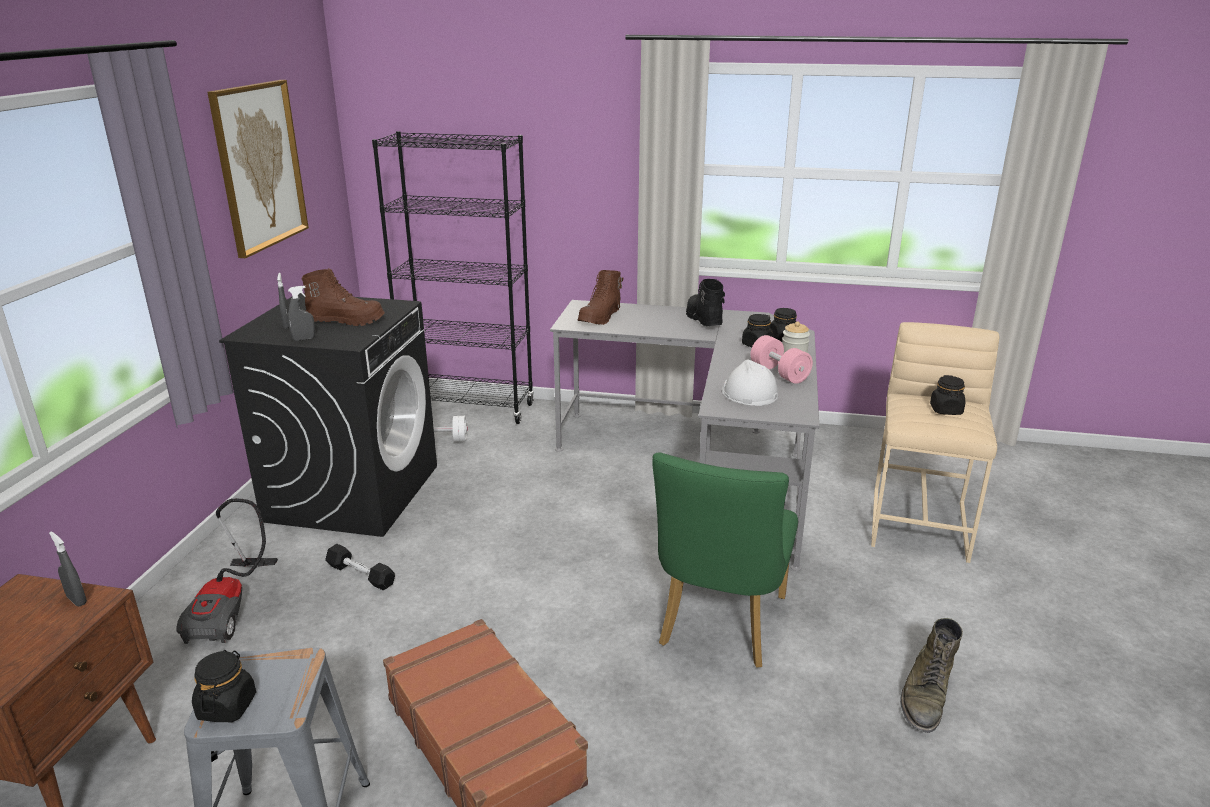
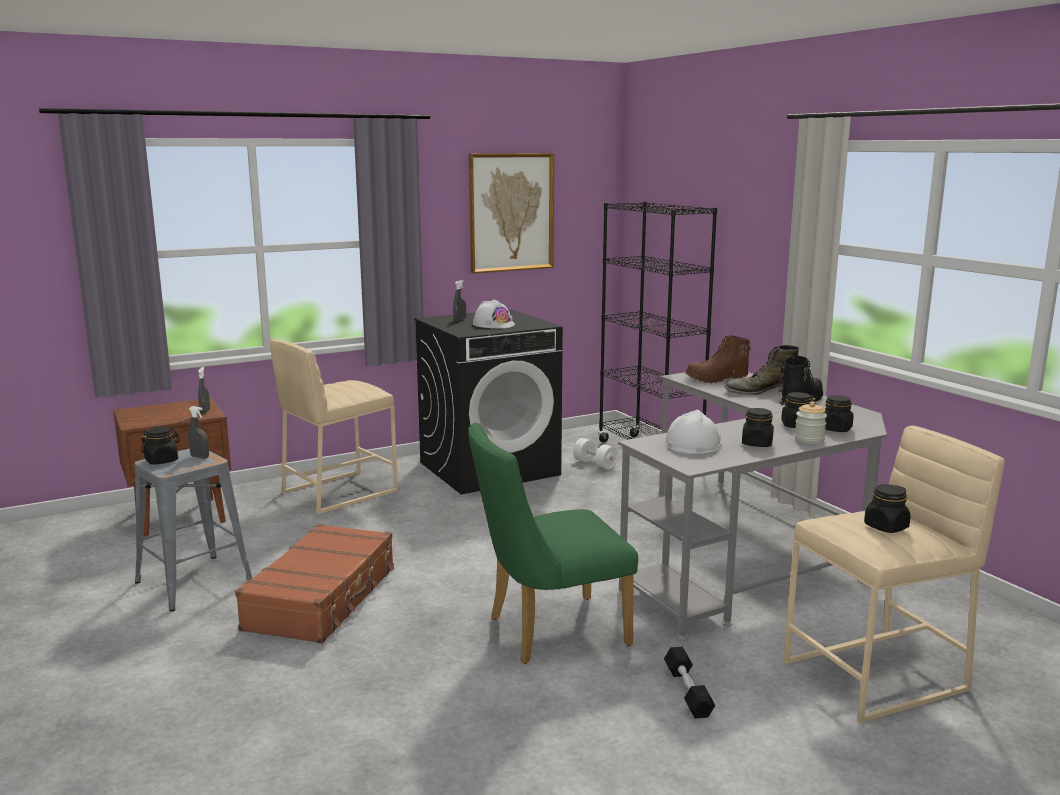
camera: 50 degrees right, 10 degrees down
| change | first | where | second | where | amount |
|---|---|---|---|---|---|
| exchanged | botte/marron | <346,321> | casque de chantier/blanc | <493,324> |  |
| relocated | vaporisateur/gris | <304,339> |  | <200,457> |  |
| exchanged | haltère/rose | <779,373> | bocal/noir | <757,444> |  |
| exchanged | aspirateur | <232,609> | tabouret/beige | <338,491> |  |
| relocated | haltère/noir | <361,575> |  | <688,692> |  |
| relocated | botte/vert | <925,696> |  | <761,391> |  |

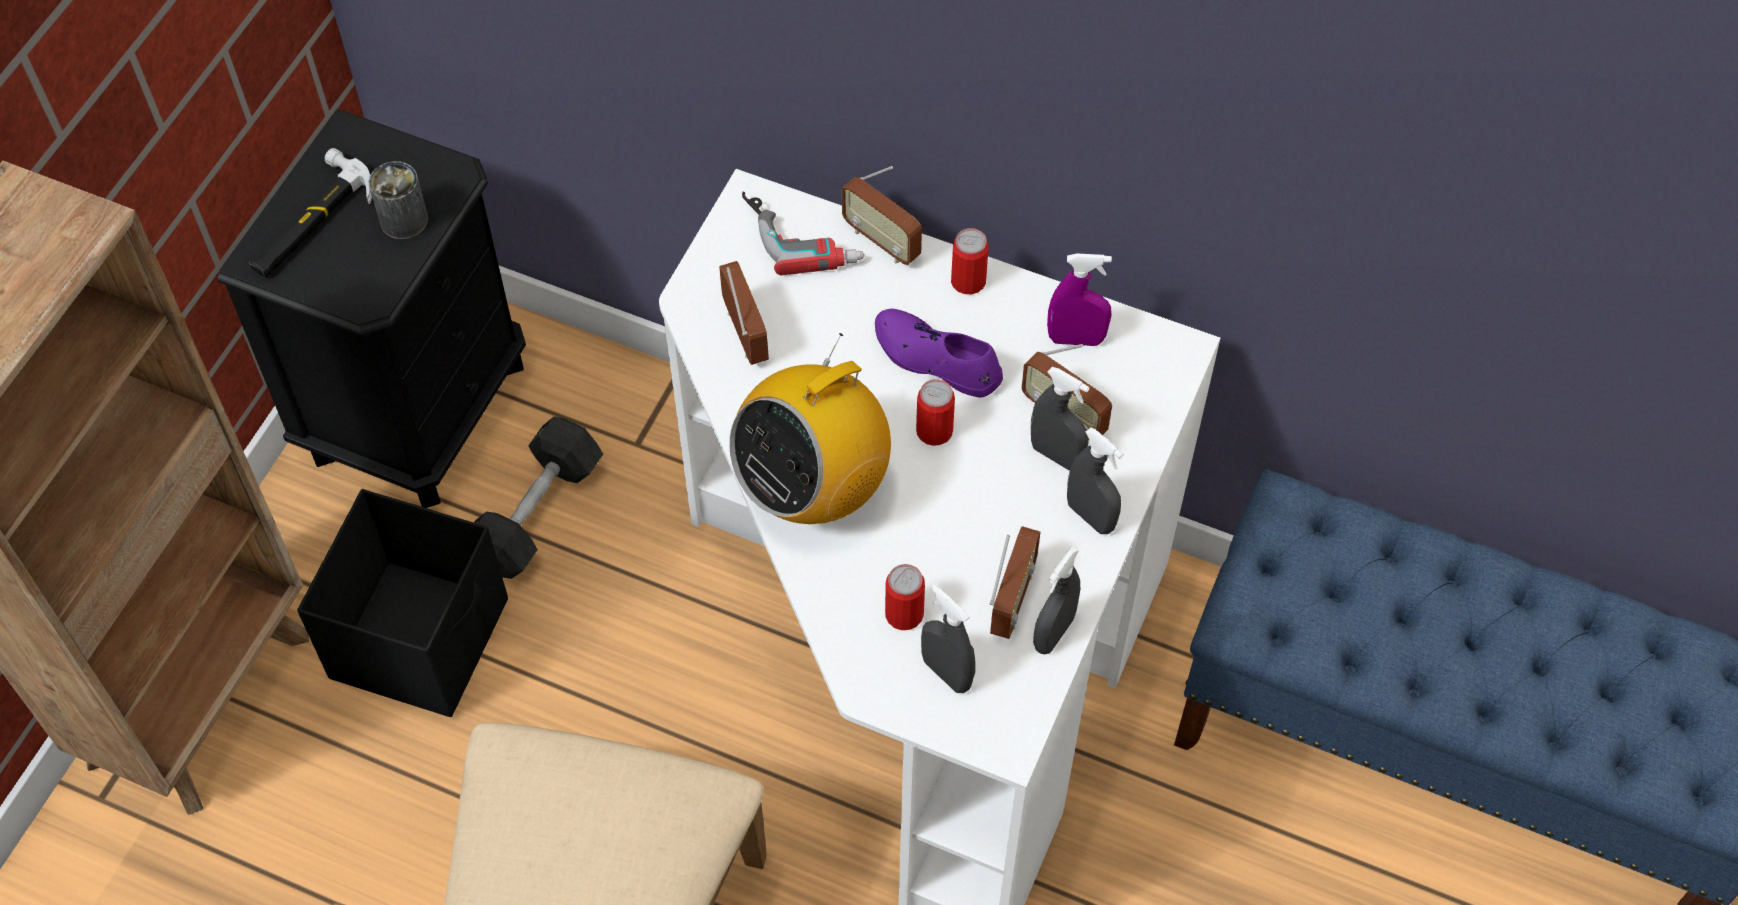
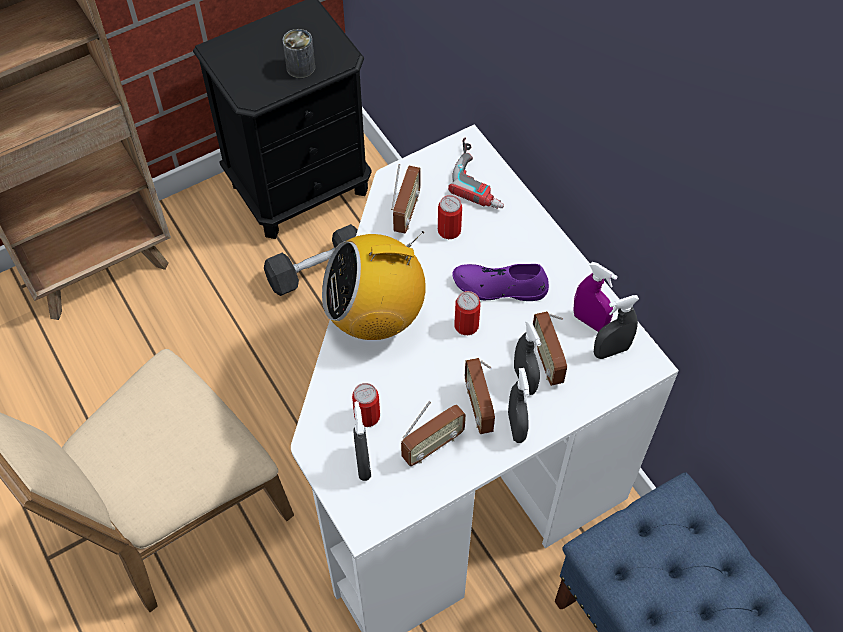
camera: 35 degrees right, 0 degrees up
| change | first | where | second | where | amount |
|---|---|---|---|---|---|
| missing | marteau | <310,221> |  |  |  |
| relocated | radio | <882,241> |  | <479,407> |  |
| relocated | boîte métallique | <968,281> |  | <449,230> |  |
| spun | chaussure/violet | <936,359> |  | <499,287> | 60 degrees counterclockwise |
| missing | boîte de rangement/noir | <422,637> |  |  |  |
| relocated | vaporisateur/gris | <1053,633> |  | <611,351> |  |

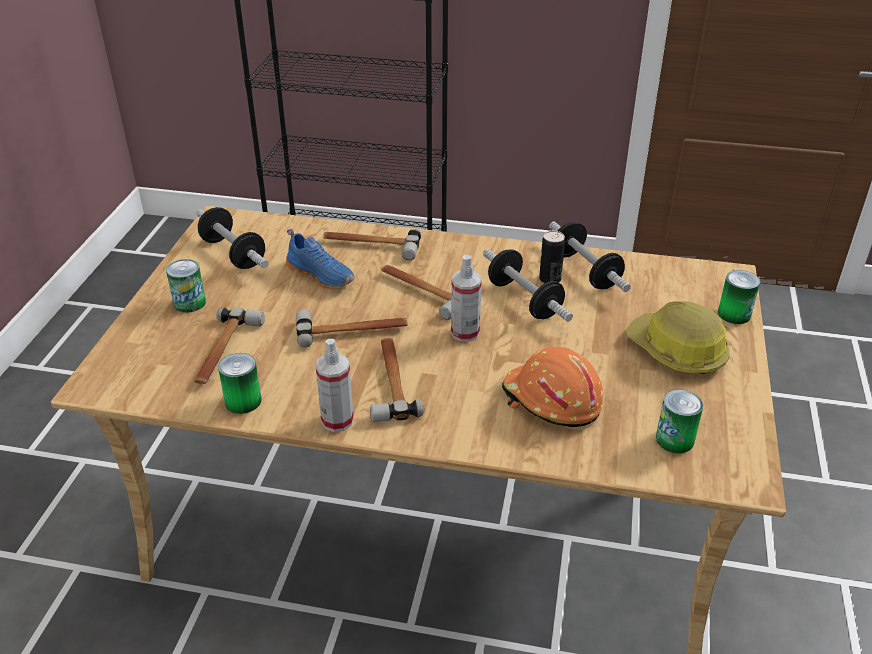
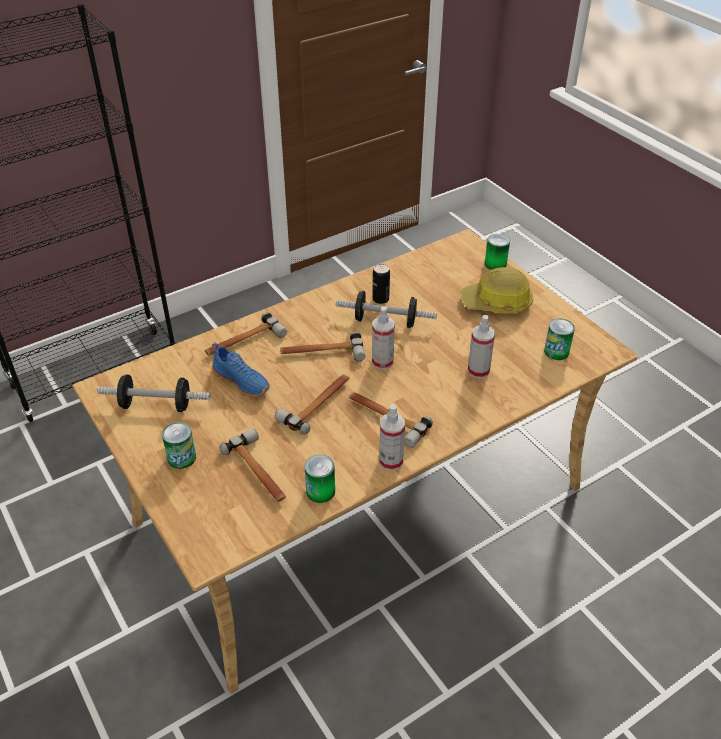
camera: 45 degrees left, 5 degrees up
| change | first | where | second | where | amount |
|---|---|---|---|---|---|
| missing | haltère | <585,271> |  |  |  |
| spun | chaussure/bleu | <322,274> |  | <242,381> | 45 degrees clockwise |
| exchanged | casque de chantier/orange | <551,401> | vaporisateur | <478,371> |  |

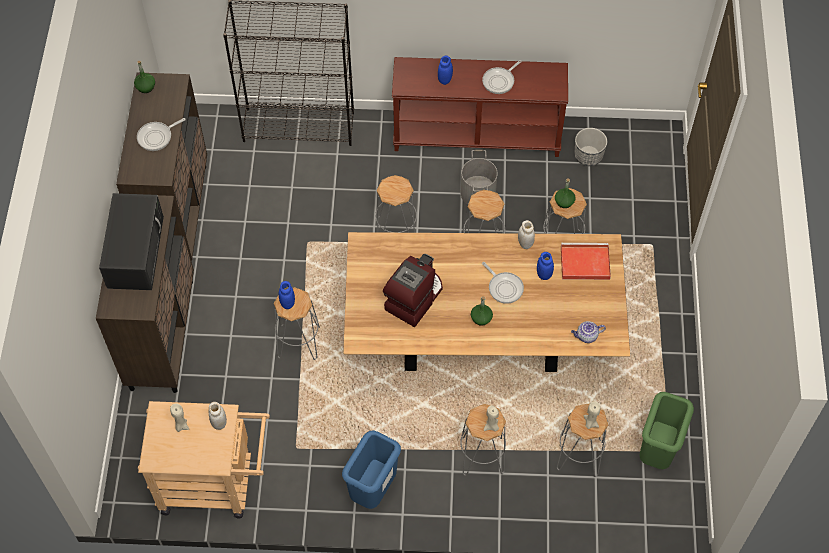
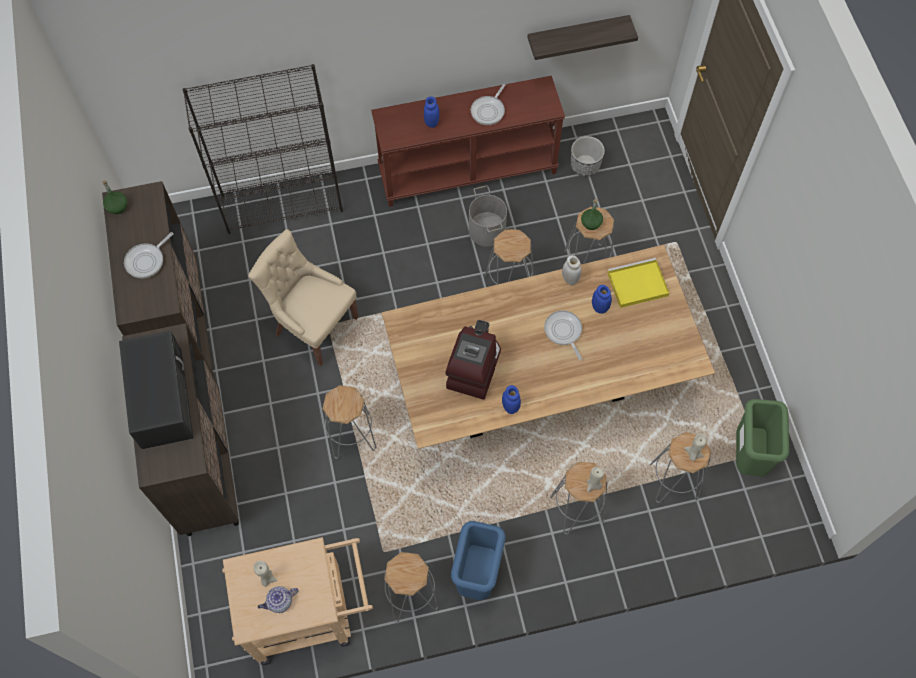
camera: 15 degrees left, 5 degrees up
| change | first | where | second | where | amount |
|---|---|---|---|---|---|
| relocated | tabouret/gris | <396,232> |  | <411,594> |  |
| colour | plateau/rouge | <583,263> | plateau/jaune | <636,285> |  |
| spun | poêle | <504,287> |  | <563,332> | 150 degrees counterclockwise |
| relocated | bocal/bleu | <287,303> |  | <510,406> |  |
| missing | bouteille/vert | <481,318> |  |  |  |
| relocated | théière | <586,336> |  | <280,602> |  |
| missing | bocal/blanc | <219,423> |  |  |  |
| appeared |  |  | étagère | <577,35> |  |
| appeared |  |  | chaise/beige | <314,326> |  |

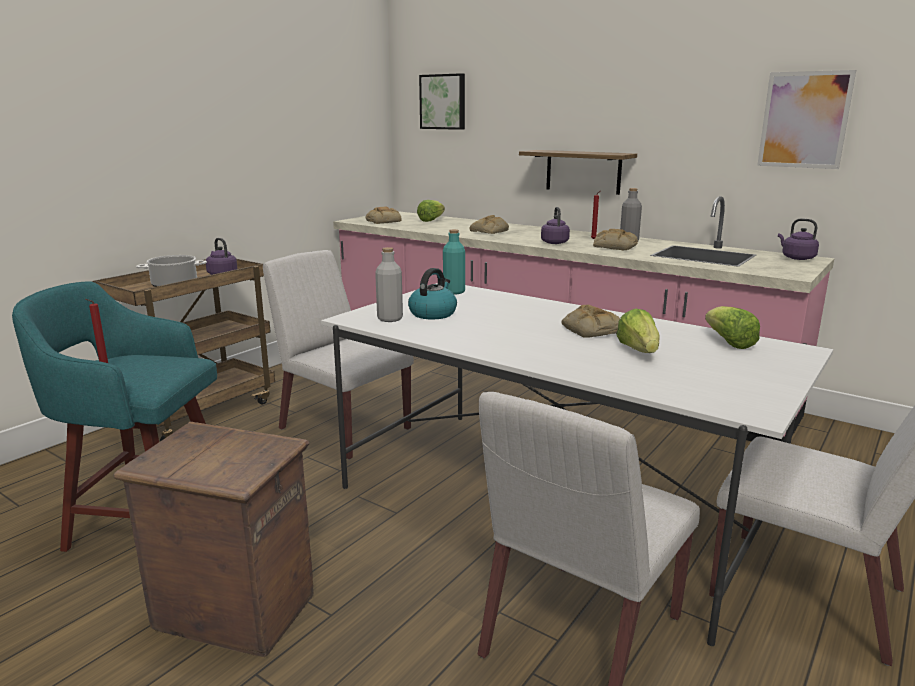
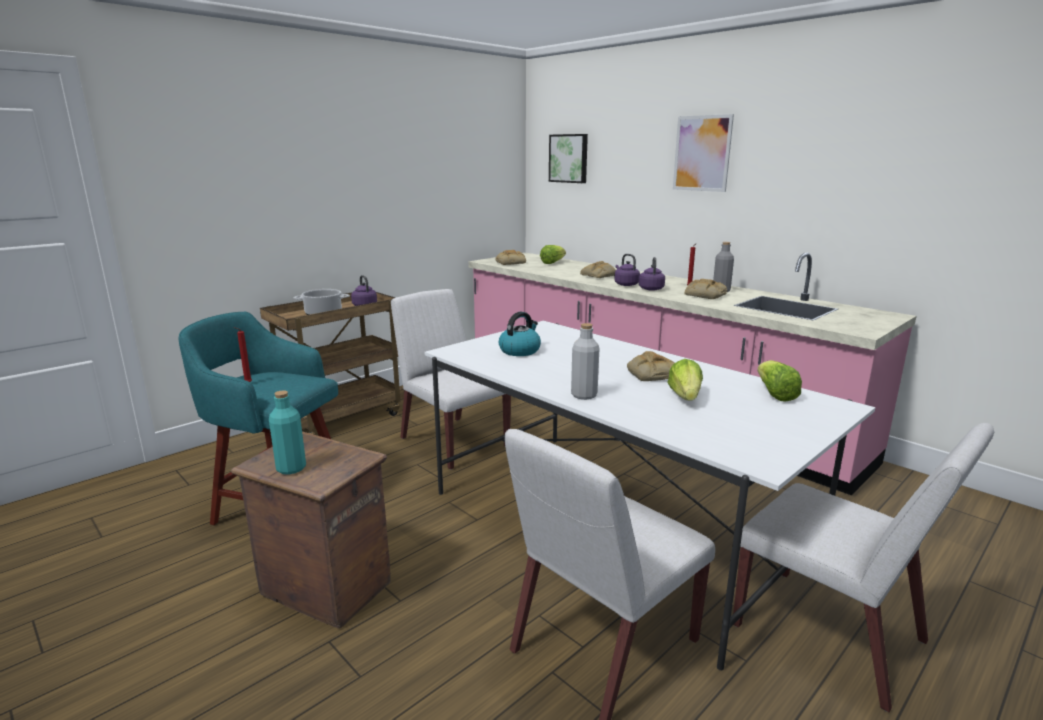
camera: 10 degrees right, 0 degrees up
| change | first | where | second | where | amount |
|---|---|---|---|---|---|
| relocated | tableau | <804,120> |  | <702,153> |  |
| missing | étagère | <583,171> |  |  |  |
| relocated | bouilloire/violet | <796,258> |  | <625,284> |  |
| relocated | bouteille/turquoise | <454,292> |  | <291,468> |  |
| relocated | bouteille/gris | <390,319> |  | <584,395> |  |

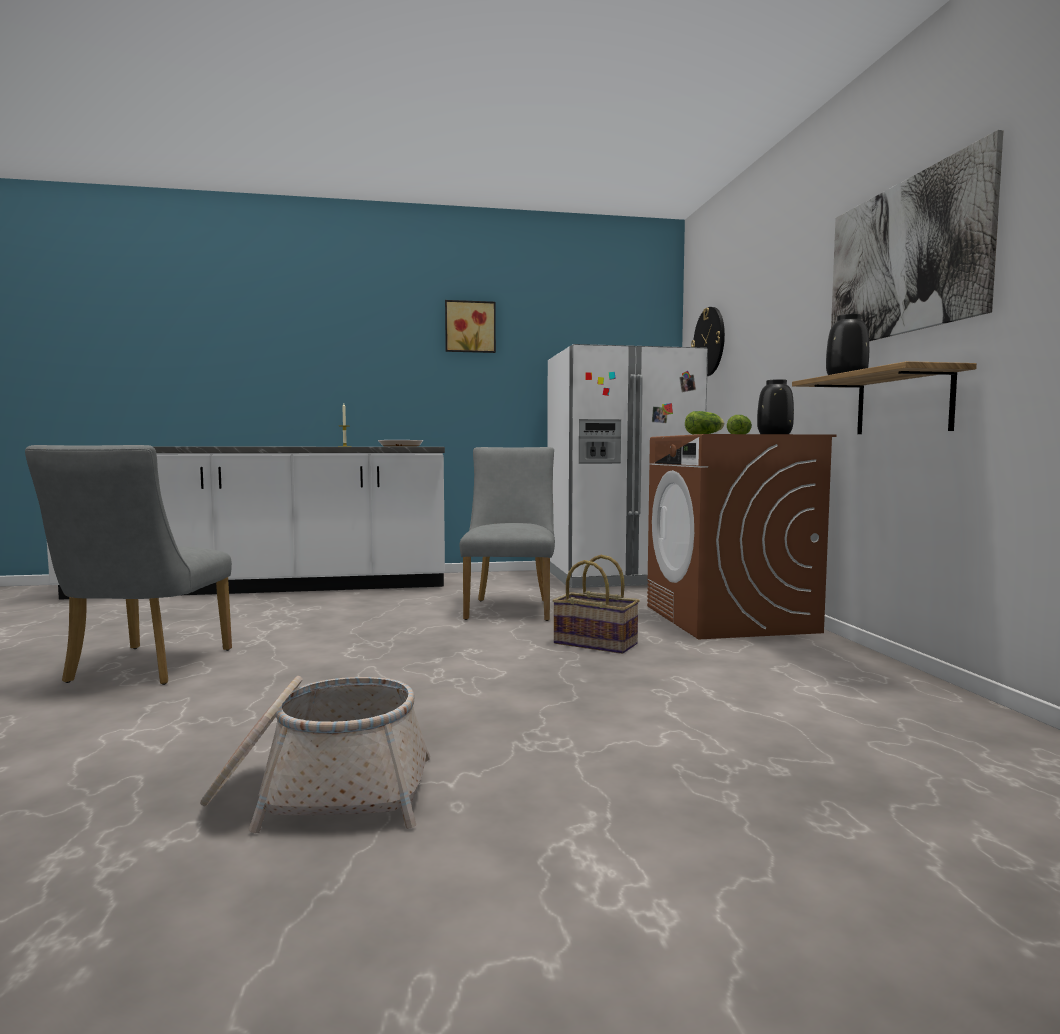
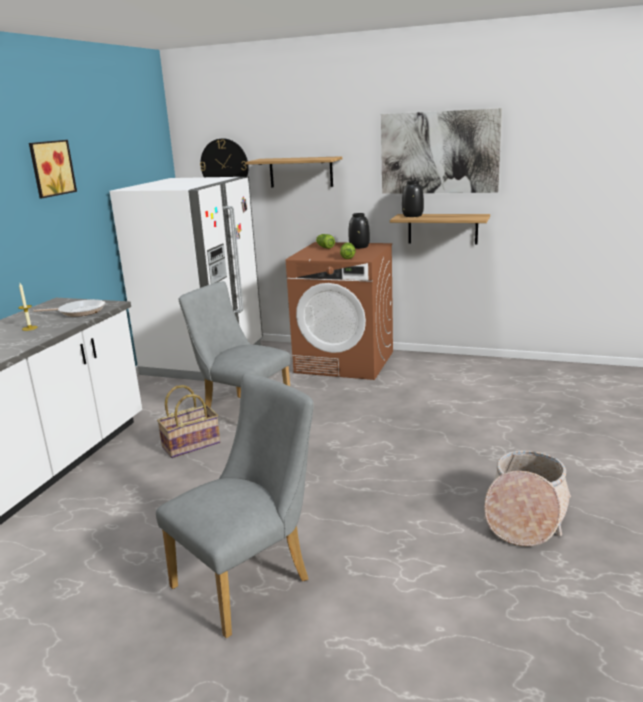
camera: 60 degrees left, 15 degrees up
| change | first | where | second | where | amount |
|---|---|---|---|---|---|
| spun | chaise/gris | <143,669> |  | <249,579> | 75 degrees counterclockwise |
| relocated | panier | <596,643> |  | <191,444> |  |
| appeared |  |  | étagère | <301,172> |  |

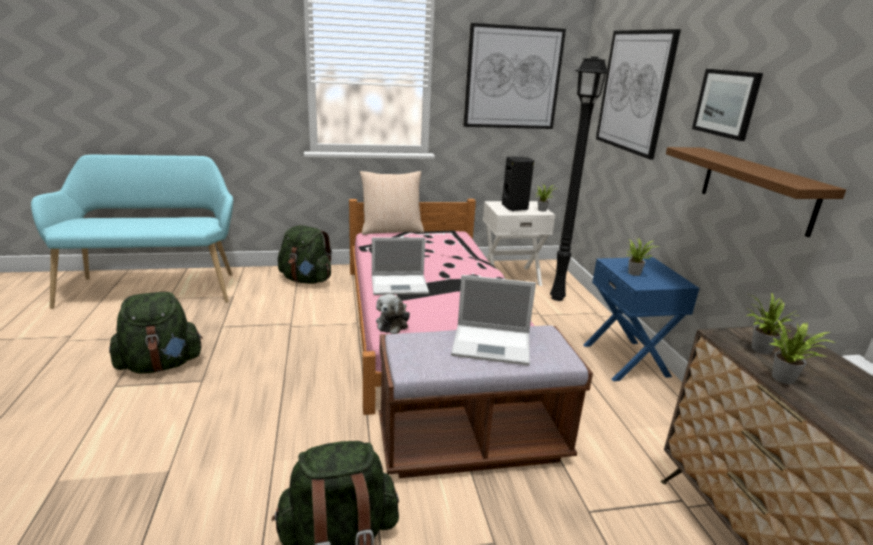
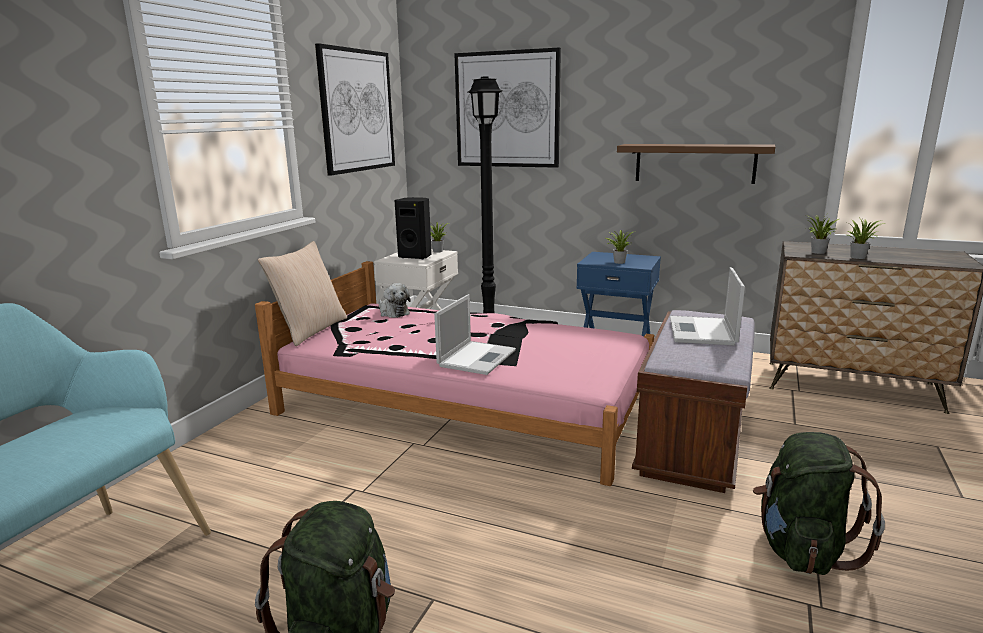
camera: 55 degrees left, 5 degrees down
| change | first | where | second | where | amount |
|---|---|---|---|---|---|
| missing | tableau | <726,103> |  |  |  |
| missing | sac à dos/vert | <306,280> |  |  |  |
| spun | ordinateur portable | <493,345> |  | <702,332> | 150 degrees clockwise |
| relocated | peluche | <393,323> |  | <393,312> |  |

